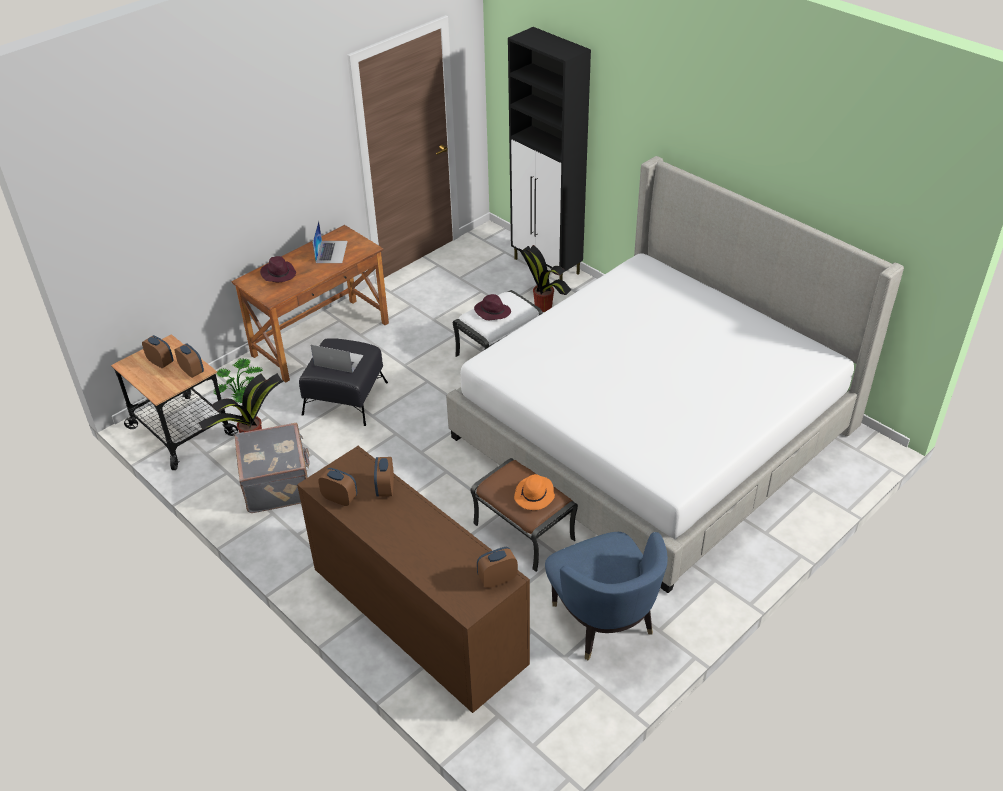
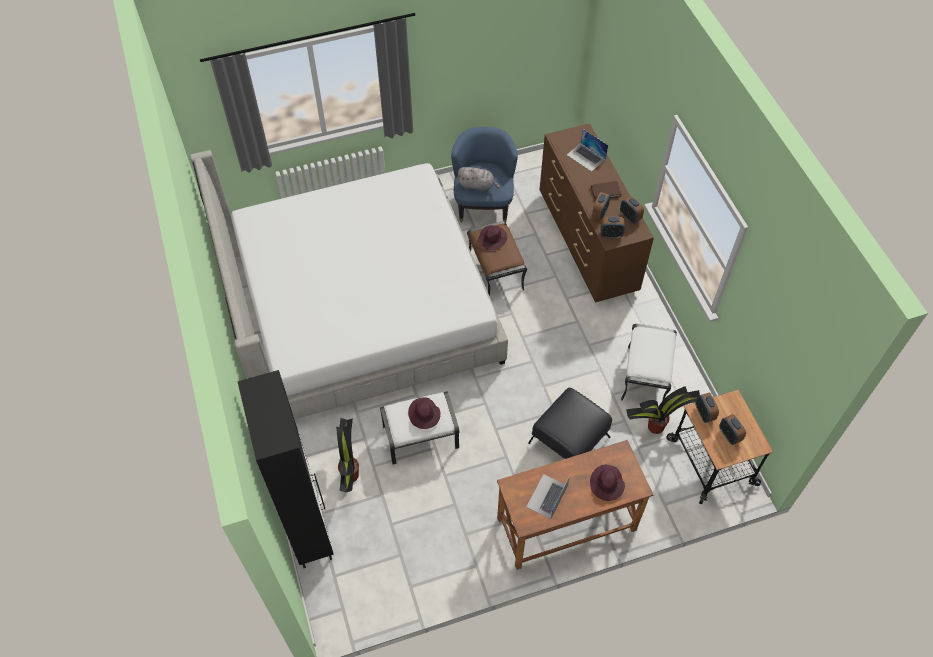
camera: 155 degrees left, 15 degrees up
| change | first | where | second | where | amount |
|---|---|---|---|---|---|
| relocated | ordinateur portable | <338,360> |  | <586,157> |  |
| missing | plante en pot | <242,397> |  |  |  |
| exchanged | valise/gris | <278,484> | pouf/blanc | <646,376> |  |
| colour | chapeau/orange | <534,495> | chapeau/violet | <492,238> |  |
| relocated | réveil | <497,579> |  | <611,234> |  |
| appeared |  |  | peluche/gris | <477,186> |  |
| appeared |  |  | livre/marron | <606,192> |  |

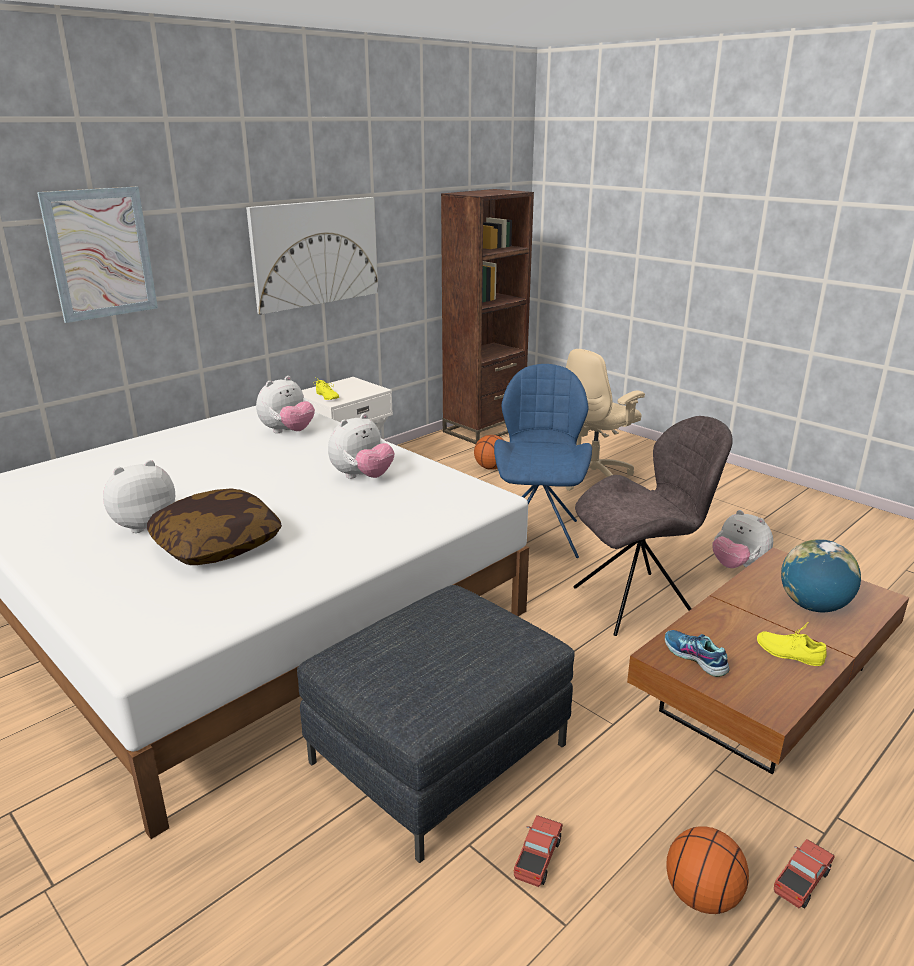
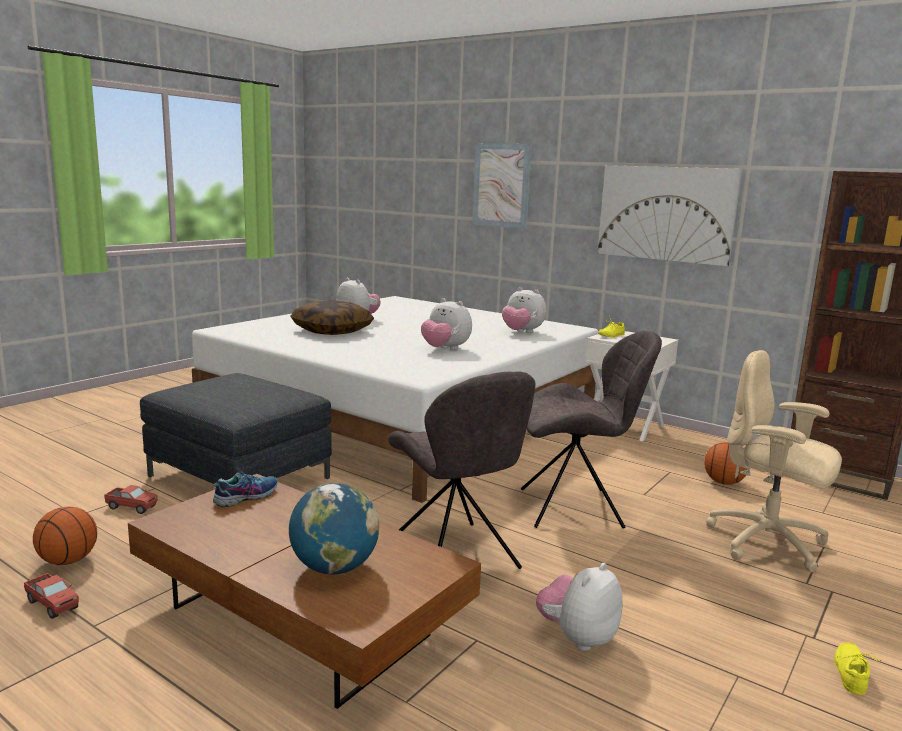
camera: 80 degrees right, 10 degrees down
| change | first | where | second | where | amount |
|---|---|---|---|---|---|
| colour | chaise/bleu | <538,535> | chaise/gris | <575,508> |  |
| relocated | chaussure/jaune | <789,652> |  | <853,673> |  |

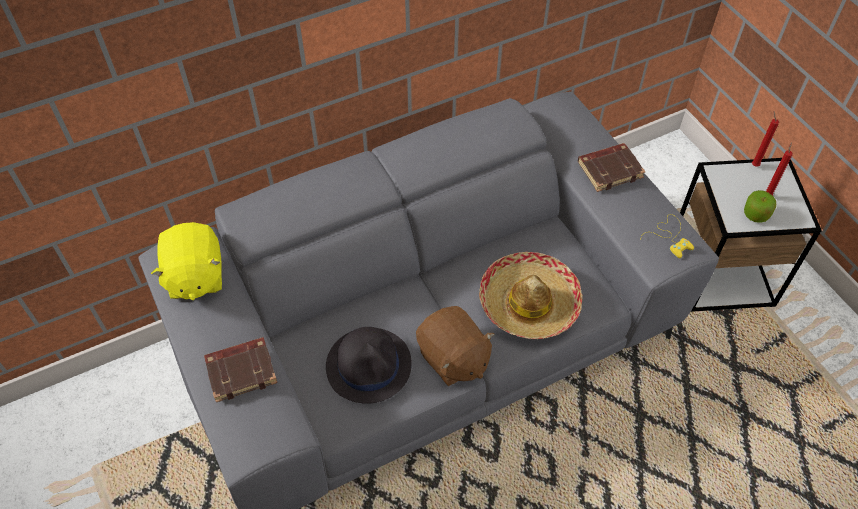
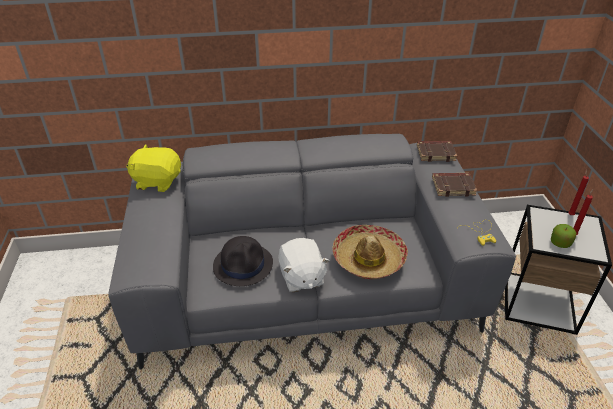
camera: 20 degrees right, 15 degrees down
| change | first | where | second | where | amount |
|---|---|---|---|---|---|
| spun | peluche/jaune | <194,277> |  | <157,181> | 90 degrees clockwise |
| colour | peluche/marron | <453,358> | peluche/blanc | <301,277> |  |
| relocated | livre/marron | <242,371> |  | <436,153> |  |

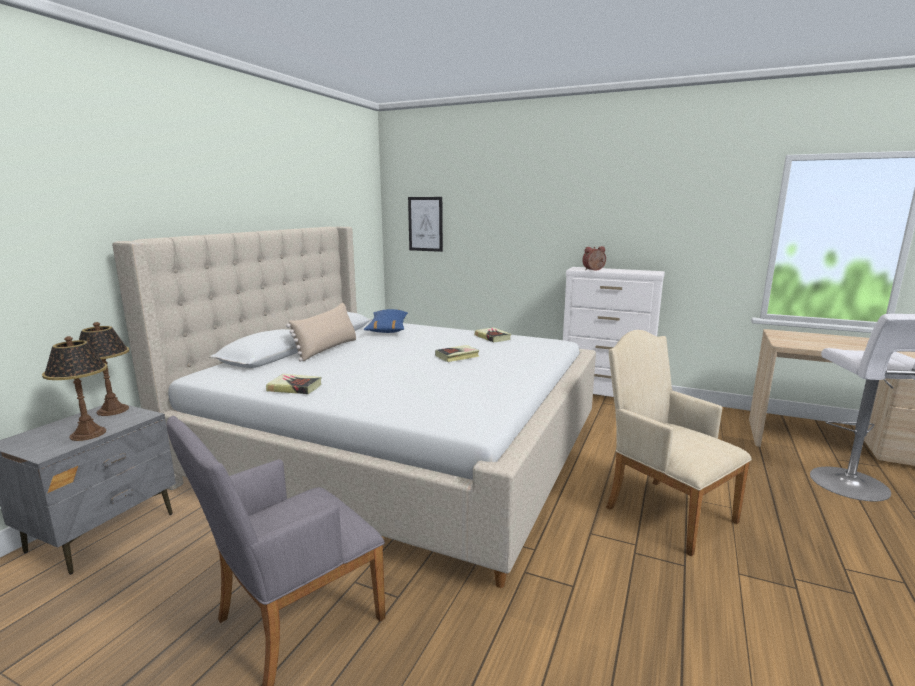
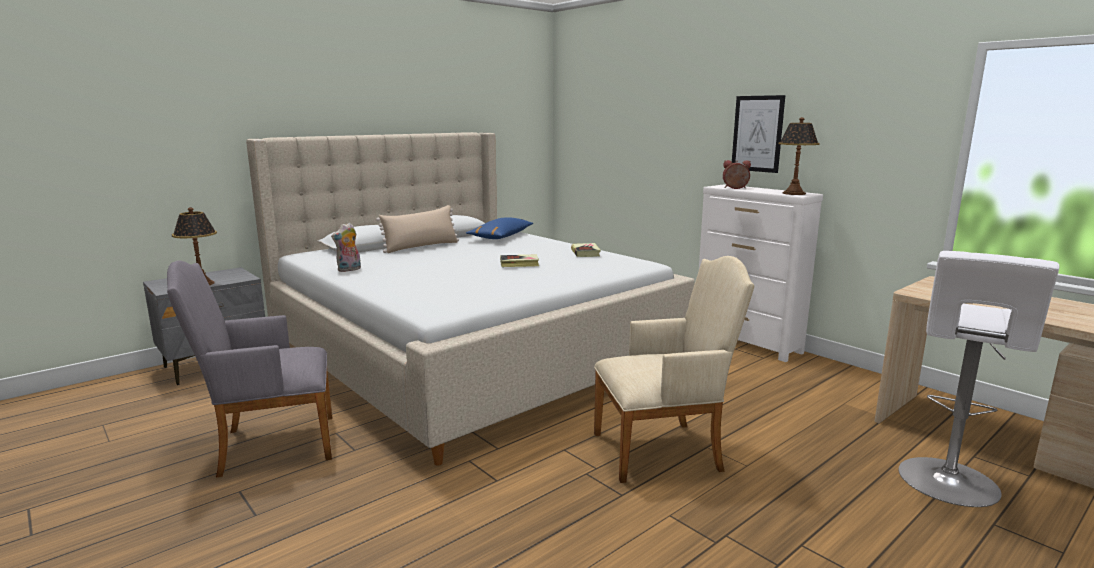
camera: 25 degrees right, 0 degrees up
| change | first | where | second | where | amount |
|---|---|---|---|---|---|
| relocated | tableau | <425,224> |  | <757,133> |  |
| relocated | lampe de table | <112,410> |  | <793,193> |  |
| spun | fauteuil/beige | <663,510> |  | <664,450> | 90 degrees clockwise |
| exchanged | livre | <295,388> | peluche | <349,270> |  |

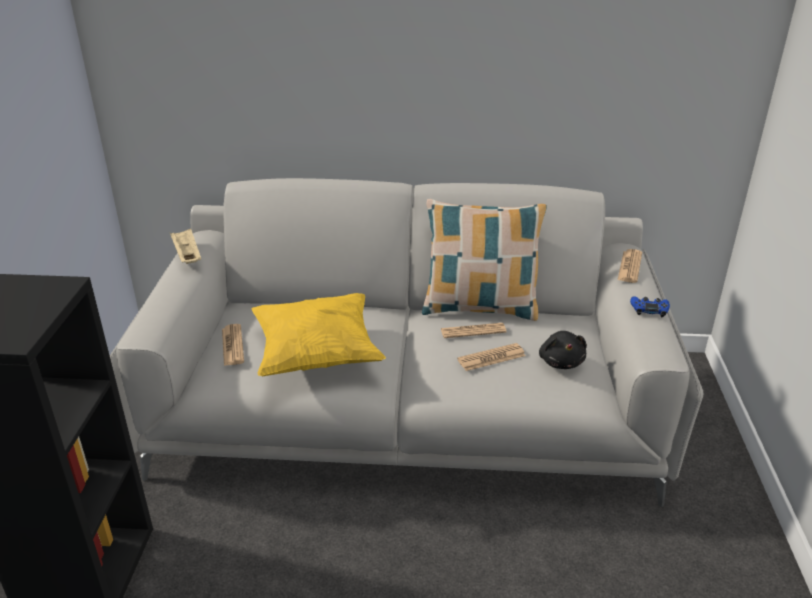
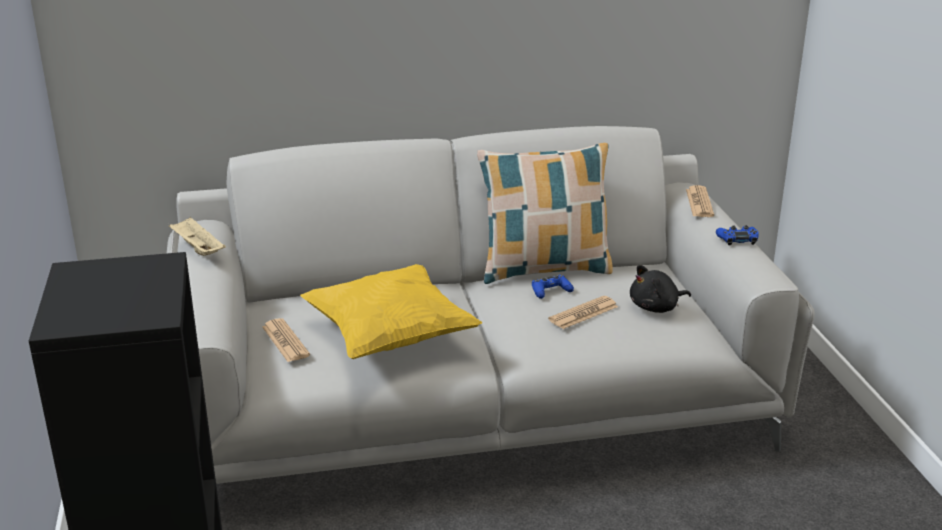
camera: 15 degrees left, 5 degrees down
| change | first | where | second | where | amount |
|---|---|---|---|---|---|
| exchanged | journal | <473,331> | manette/bleu | <550,291> |  |
| spun | peluche/noir | <561,361> |  | <656,307> | 90 degrees clockwise |

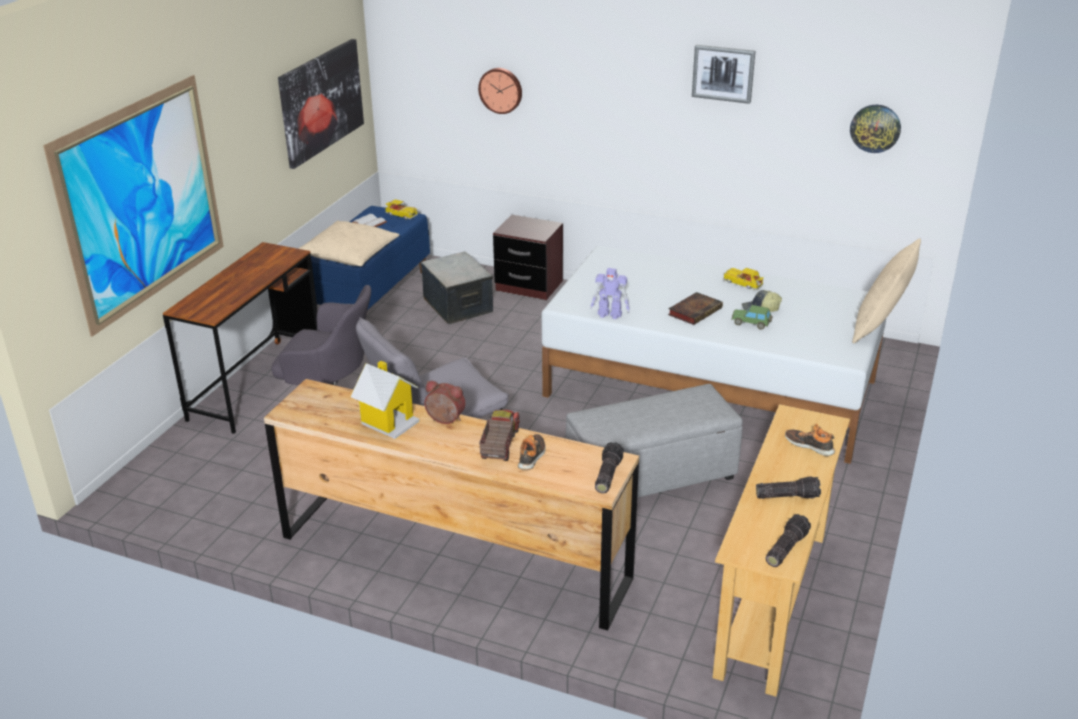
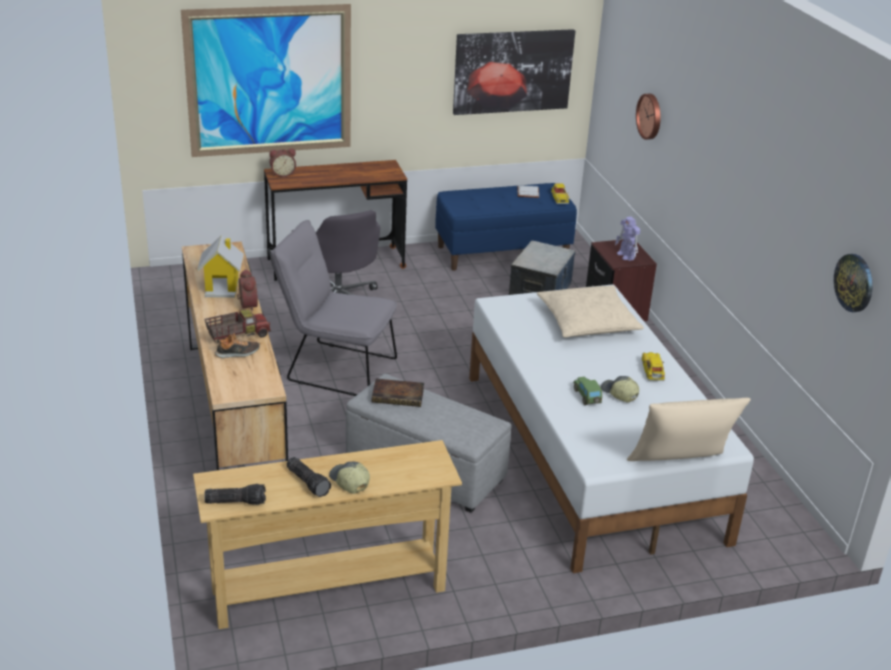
camera: 50 degrees right, 0 degrees up
| change | first | where | second | where | amount |
|---|---|---|---|---|---|
| missing | tableau | <723,73> |  |  |  |
| relocated | coussin/beige | <349,253> |  | <588,322> |  |
| relocated | robot jouet | <610,314> |  | <626,256> |  |
| relocated | livre | <695,311> |  | <399,396> |  |
| missing | chaussure | <809,445> |  |  |  |
| missing | lampe de poche | <607,475> |  |  |  |
| appeared |  |  | réveil | <282,174> |  |
| appeared |  |  | casquette | <349,482> |  |

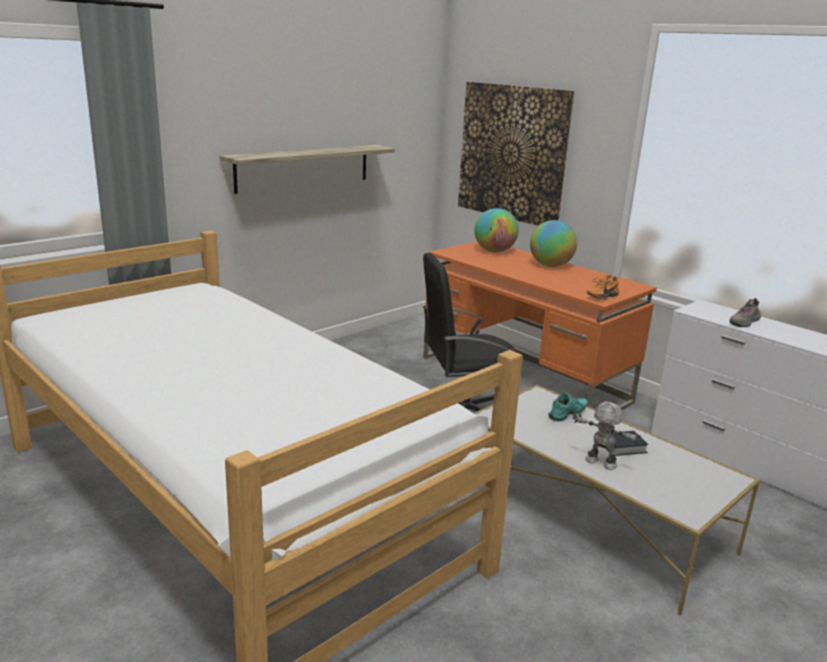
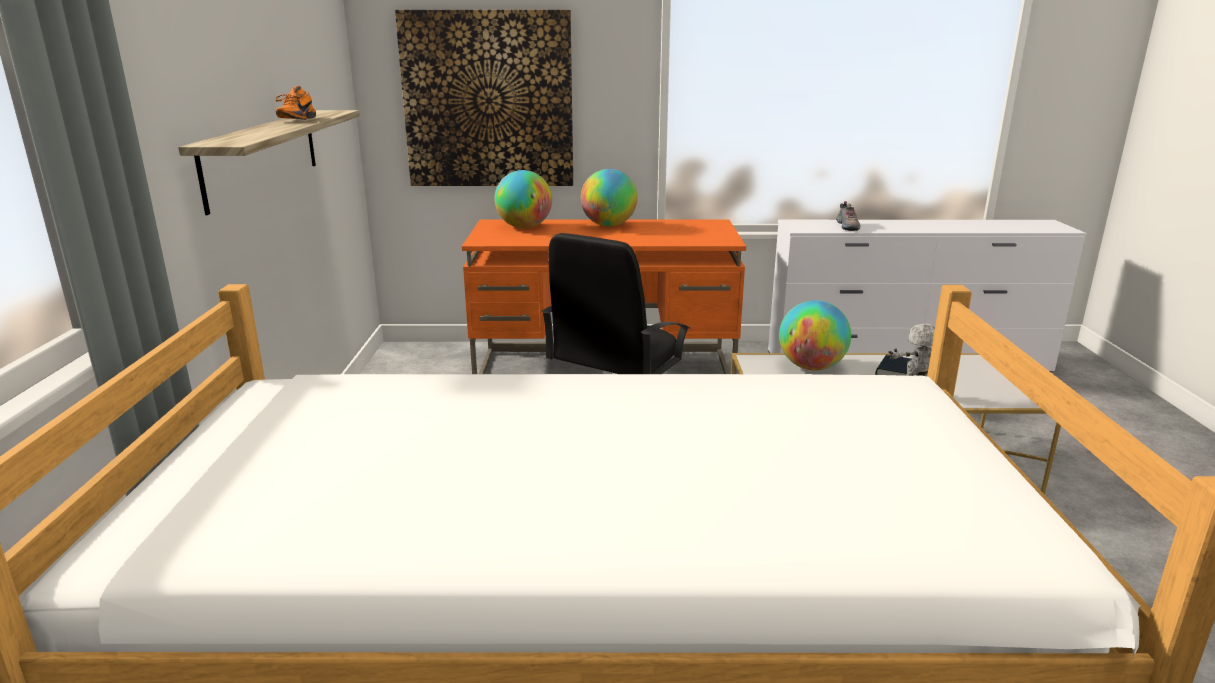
camera: 45 degrees left, 0 degrees up
| change | first | where | second | where | amount |
|---|---|---|---|---|---|
| relocated | chaussure/orange | <601,296> |  | <295,119> |  |
| exchanged | chaussure/turquoise | <568,415> | globe | <811,367> |  |

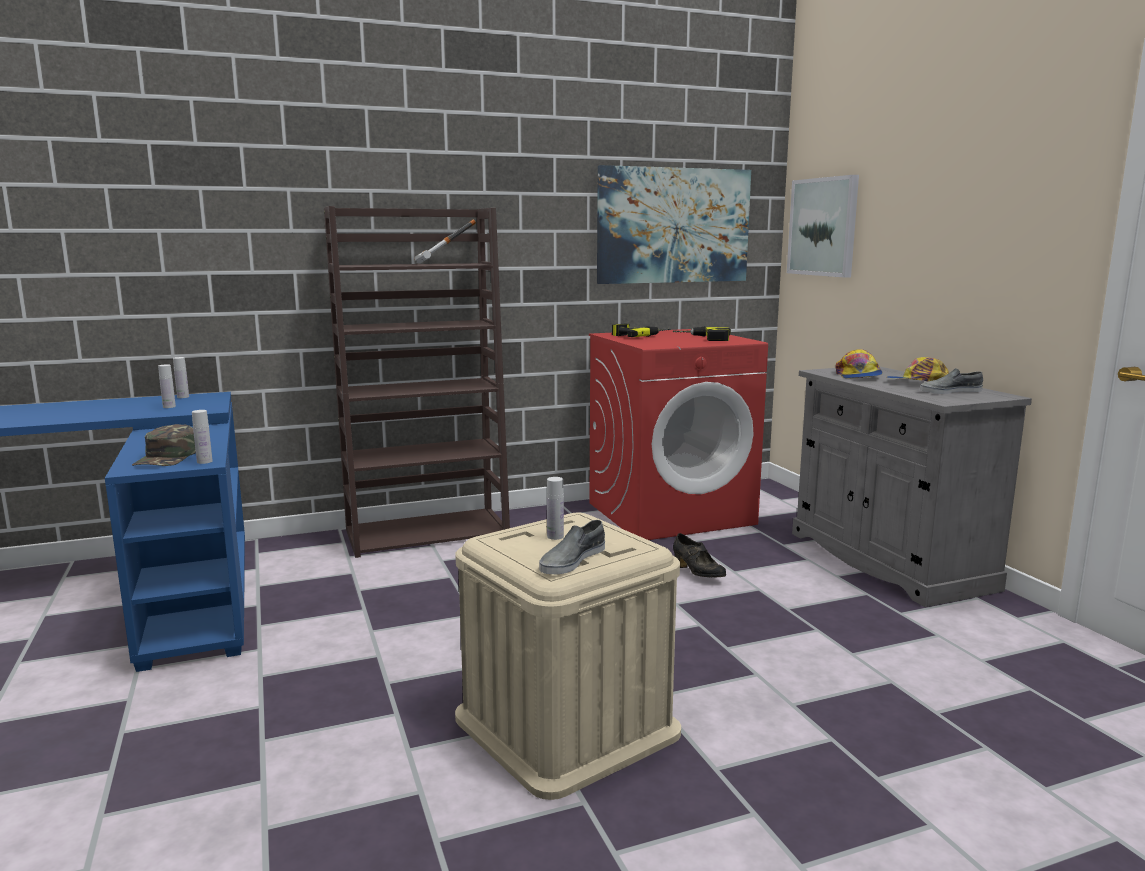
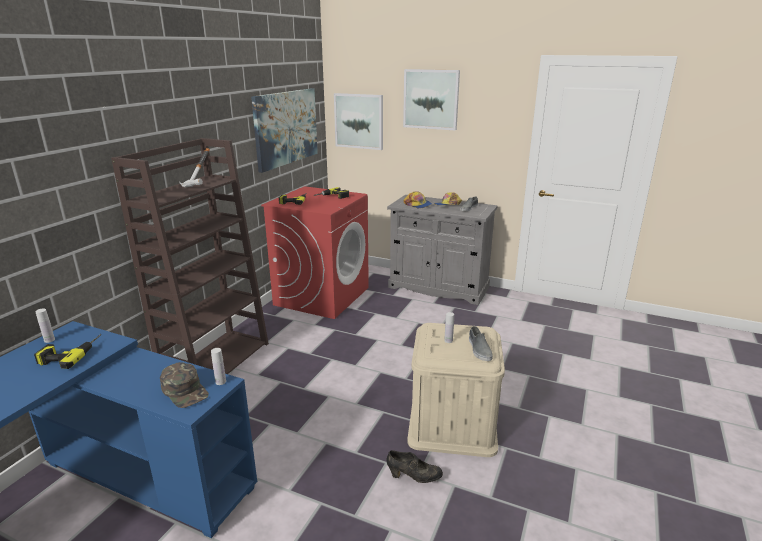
camera: 45 degrees left, 10 degrees up
| change | first | where | second | where | amount |
|---|---|---|---|---|---|
| exchanged | bouteille/blanc | <169,407> | perceuse | <70,353> |  |
| relocated | chaussure/noir | <697,574> |  | <414,477> |  |
| appeared |  |  | tableau | <431,99> |  |

